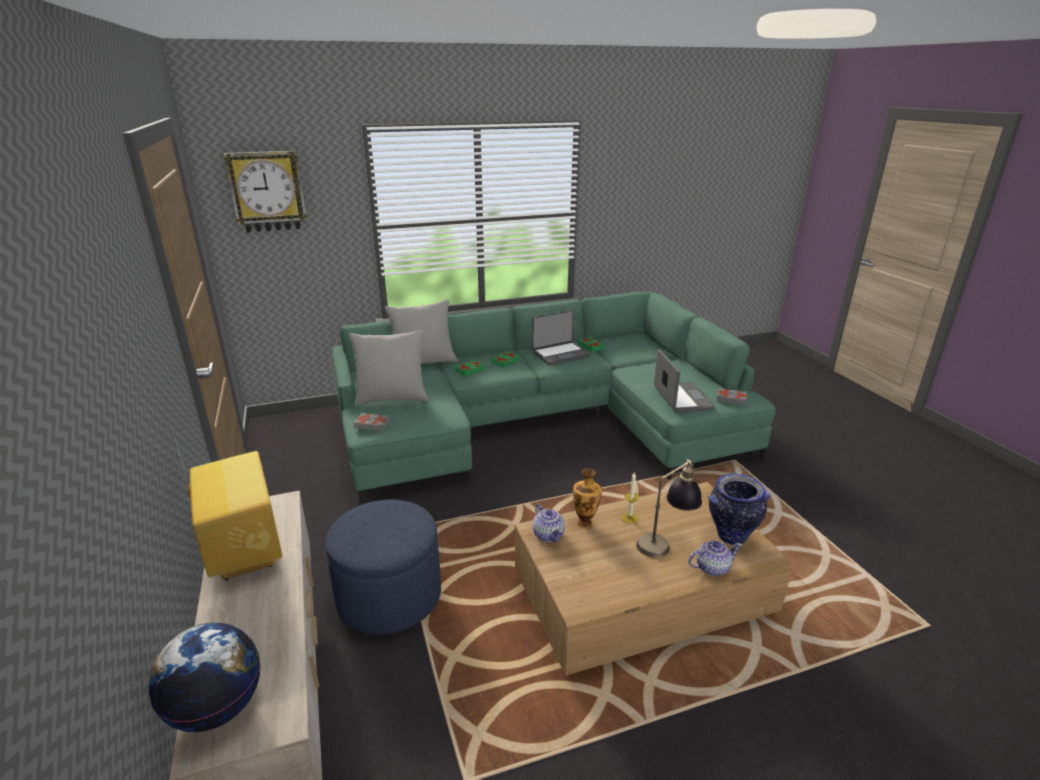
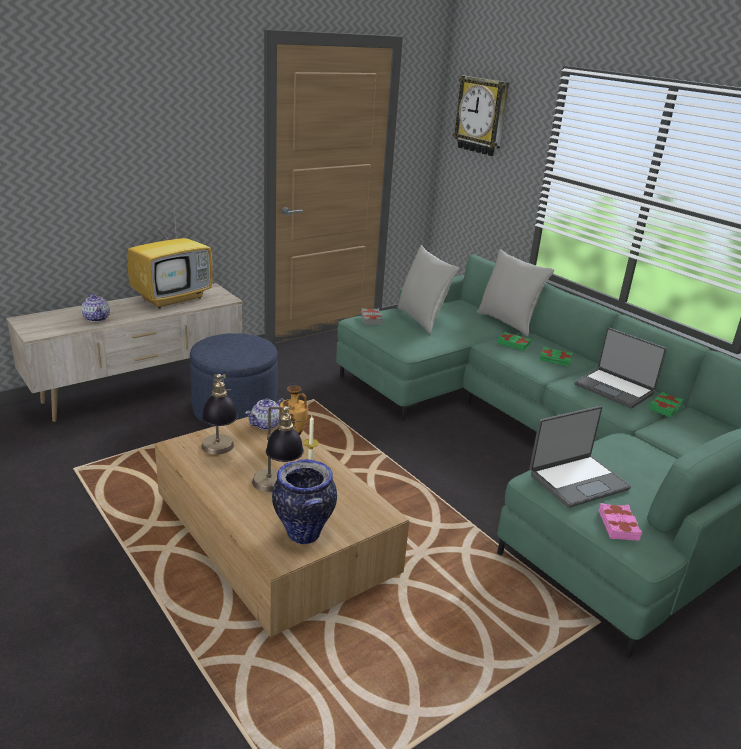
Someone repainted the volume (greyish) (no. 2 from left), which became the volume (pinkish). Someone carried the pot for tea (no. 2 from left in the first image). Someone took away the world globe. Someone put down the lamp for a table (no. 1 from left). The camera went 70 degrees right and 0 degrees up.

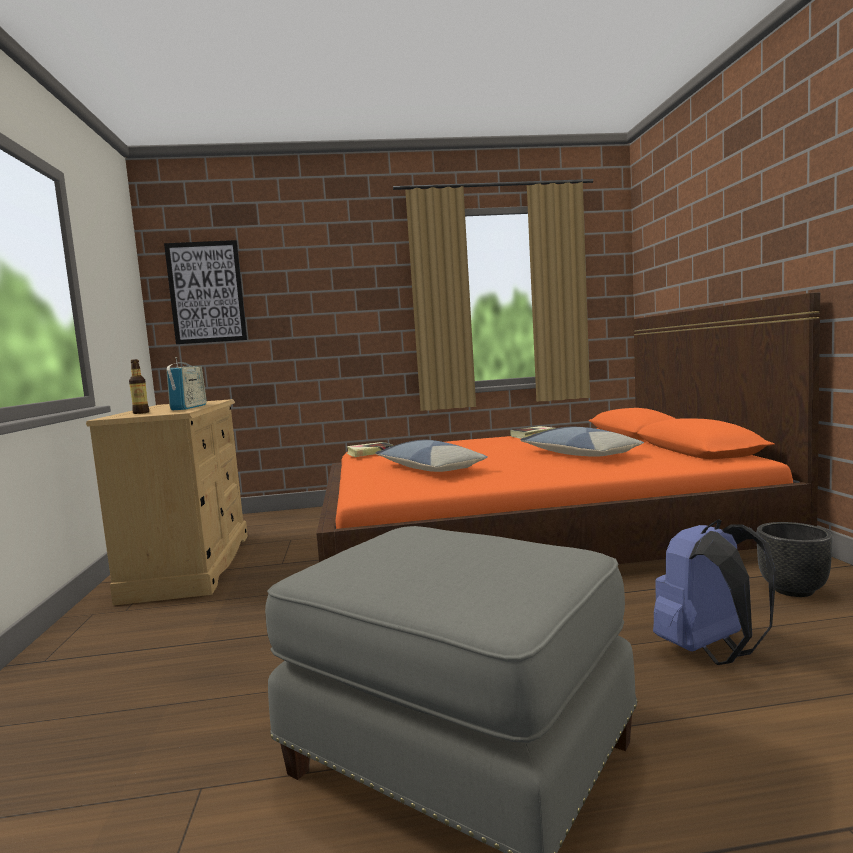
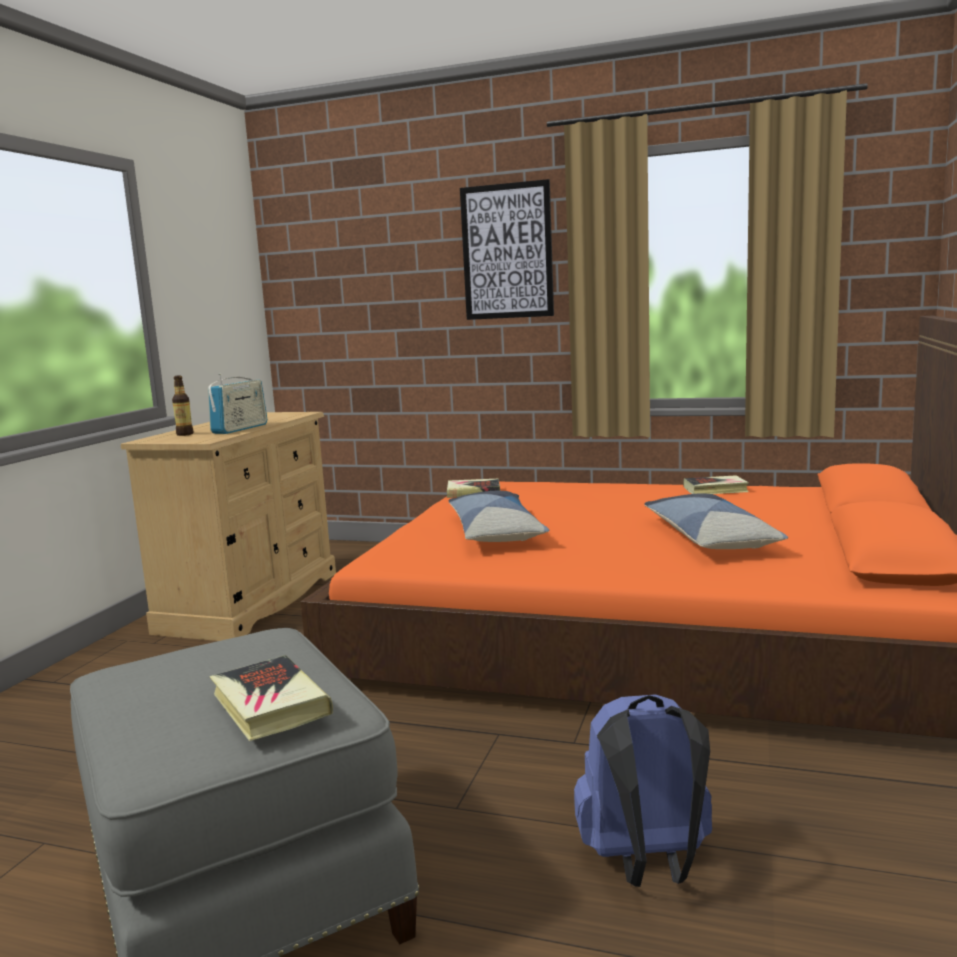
Someone carried the wall art. Someone took away the flower pot (blackish). Someone put down the volume (no. 1 from left). The camera went 25 degrees right and 5 degrees up.

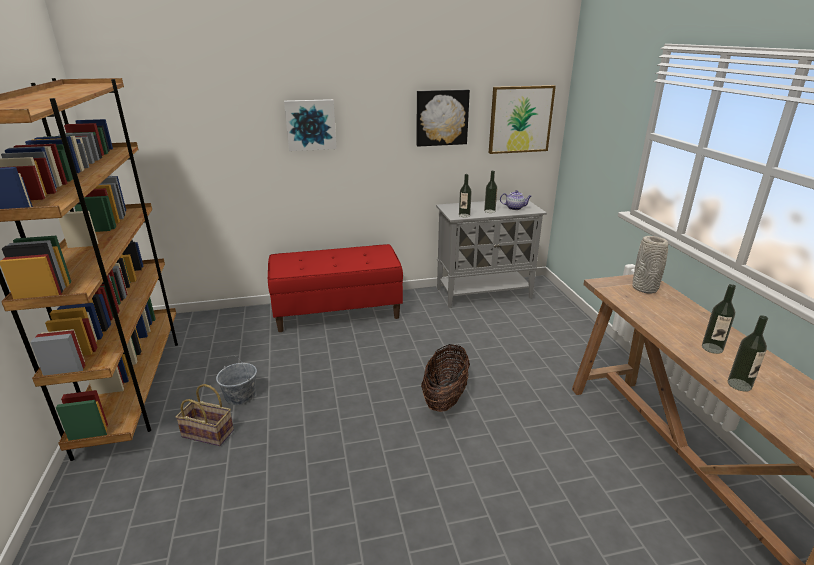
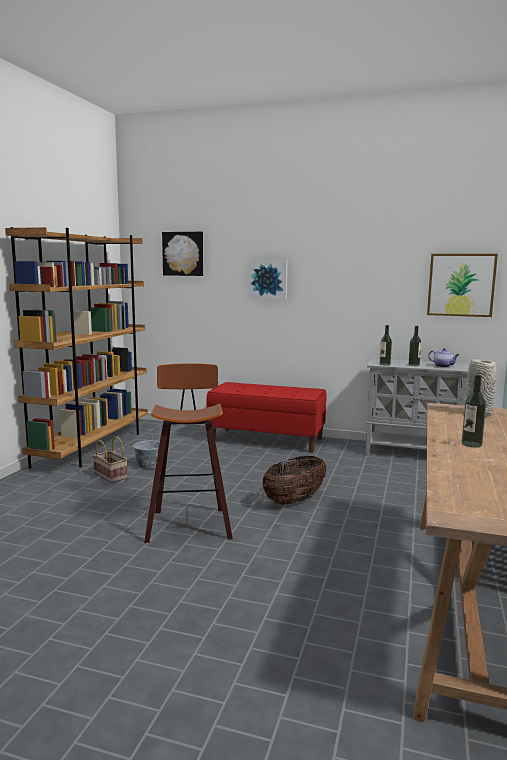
Someone carried the wall art (no. 2 from left in the first image). Someone took away the beverage bottle (no. 4 from left). Someone put down the sitting stool. The camera went 30 degrees right and 15 degrees down.

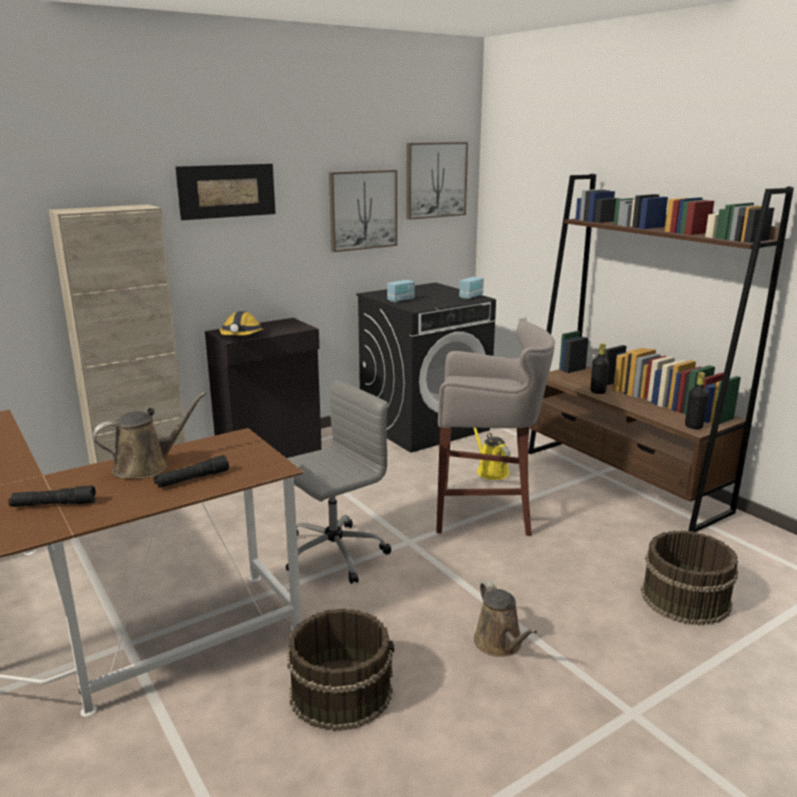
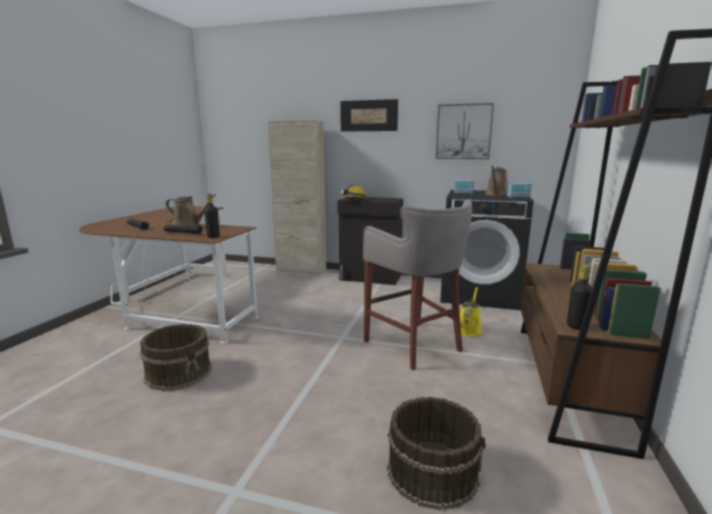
Someone took away the wall art (no. 3 from left). Someone carried the beverage bottle (blackish) (no. 1 from left). Someone took away the desk chair (greyish). Someone carried the watering can (brownish) (no. 2 from left). The camera went 50 degrees right and 5 degrees down.

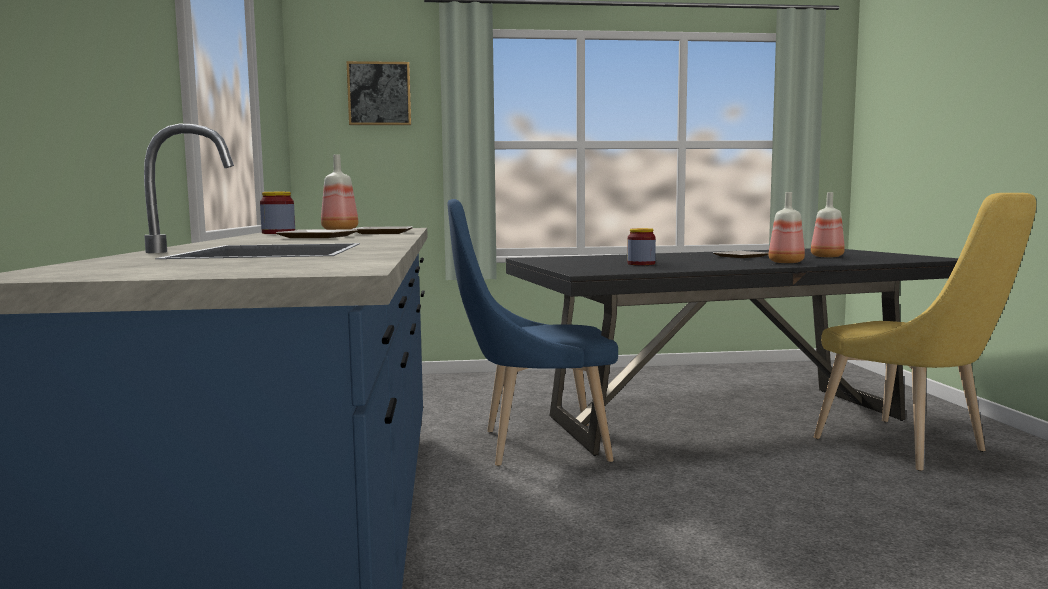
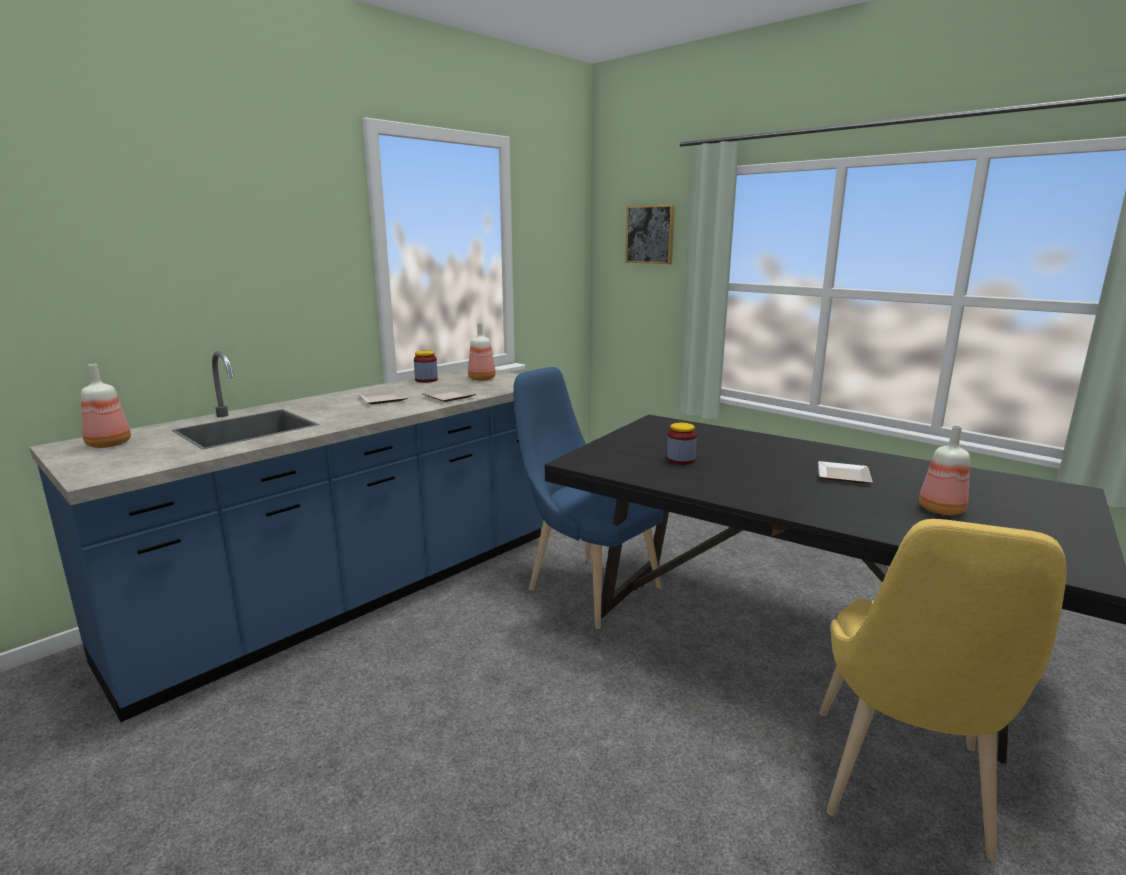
Someone carried the beverage bottle (no. 2 from left in the first image). The camera went 50 degrees right and 10 degrees up.

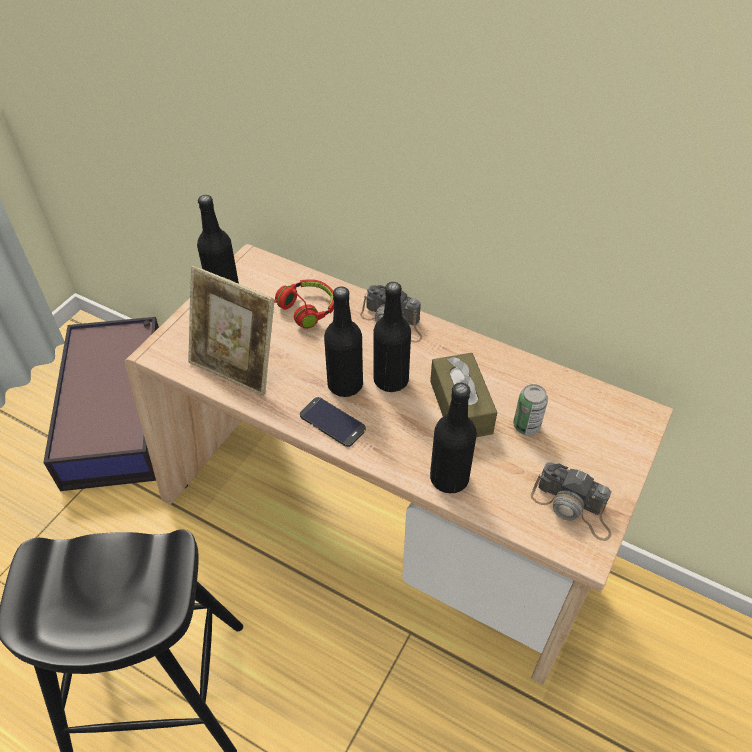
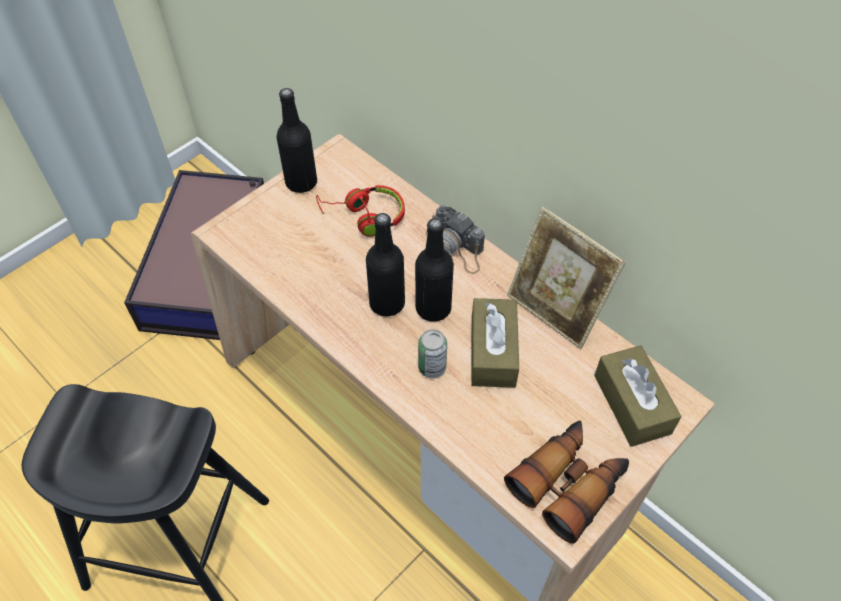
Someone carried the photo frame. Someone took away the beverage bottle (blackish) (no. 4 from left). Someone carried the can. Someone took away the phone. Someone swapped the photo camera (no. 2 from left) for the field glasses. Someone put down the tissue holder (brownish) (no. 2 from left). The camera went 15 degrees right and 5 degrees up.

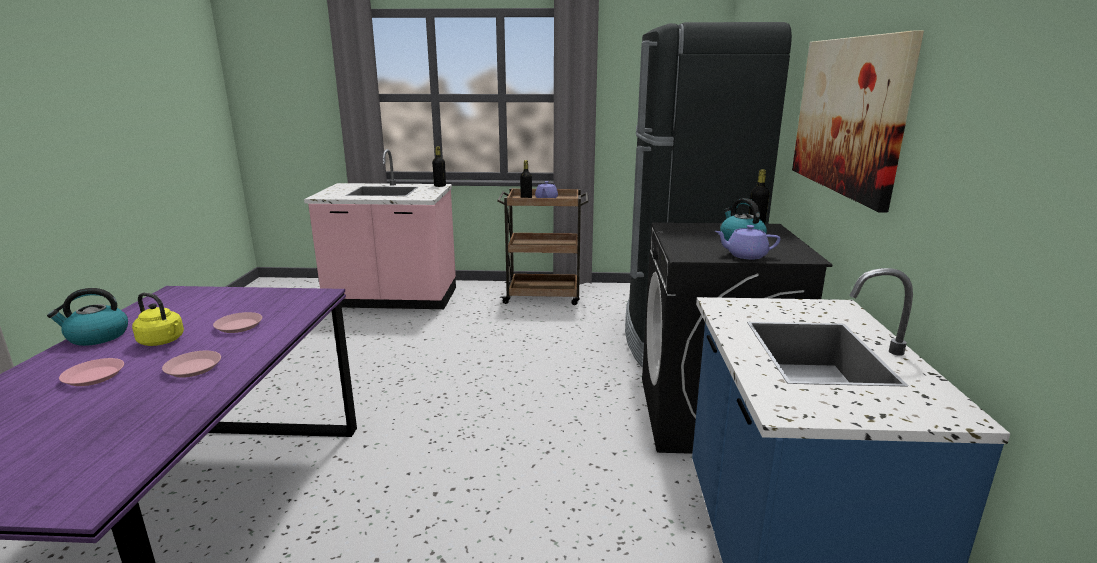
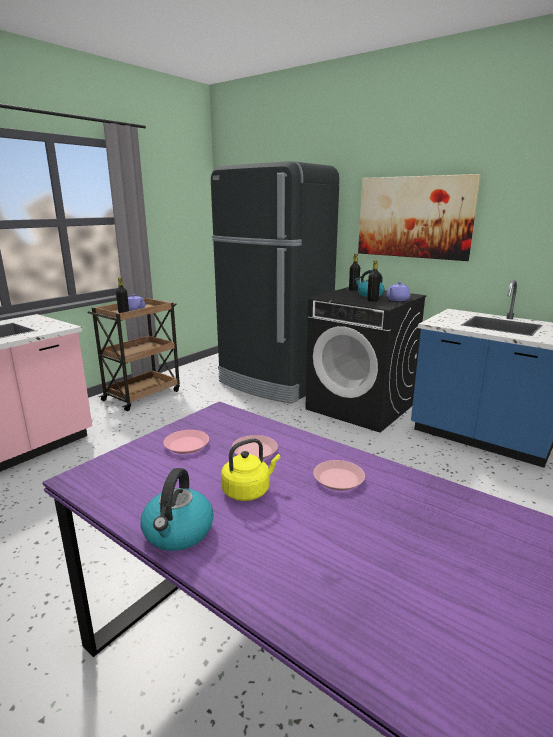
Someone carried the beverage bottle (blackish) (no. 1 from left in the first image). Someone carried the flat dish (pinkish) (no. 1 from left). The camera went 55 degrees left and 0 degrees up.

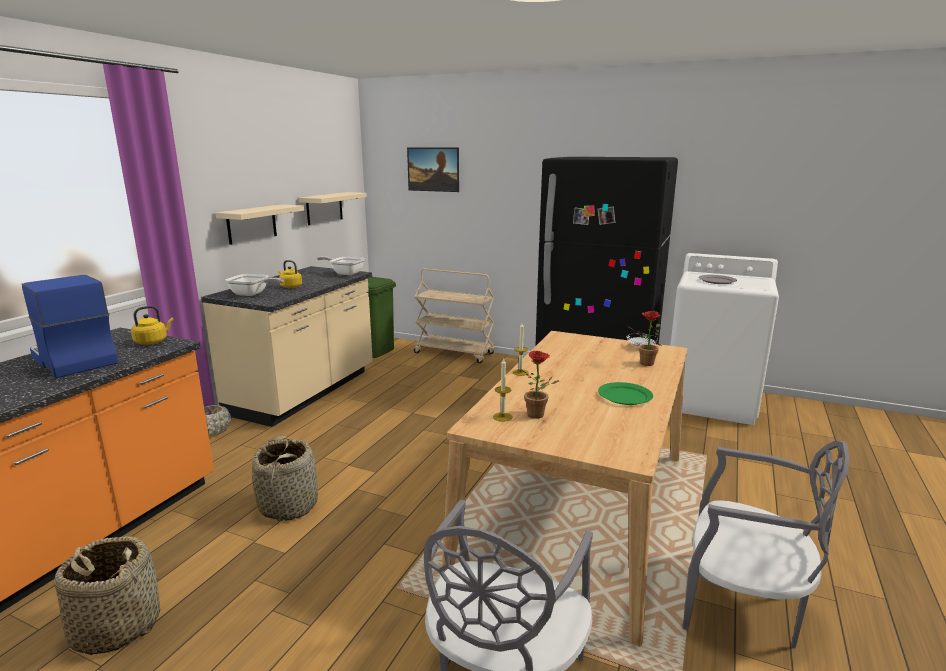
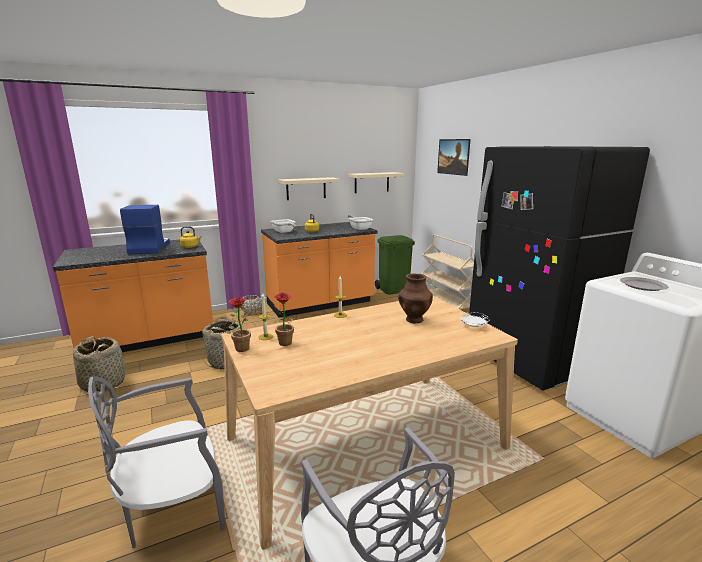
Someone repainted the kitchen counter (beige-coloured), which became the kitchen counter (orange-coloured) (no. 2 from left). Someone carried the plant in a pot (no. 2 from left in the first image). Someone took away the flat dish (green-coloured). Someone put down the vase (brownish). The camera went 40 degrees right and 0 degrees up.

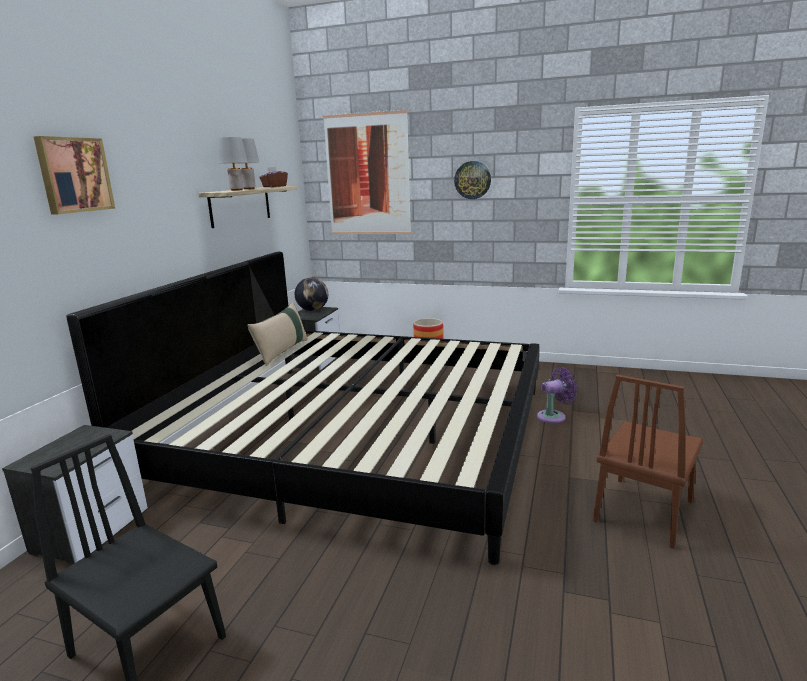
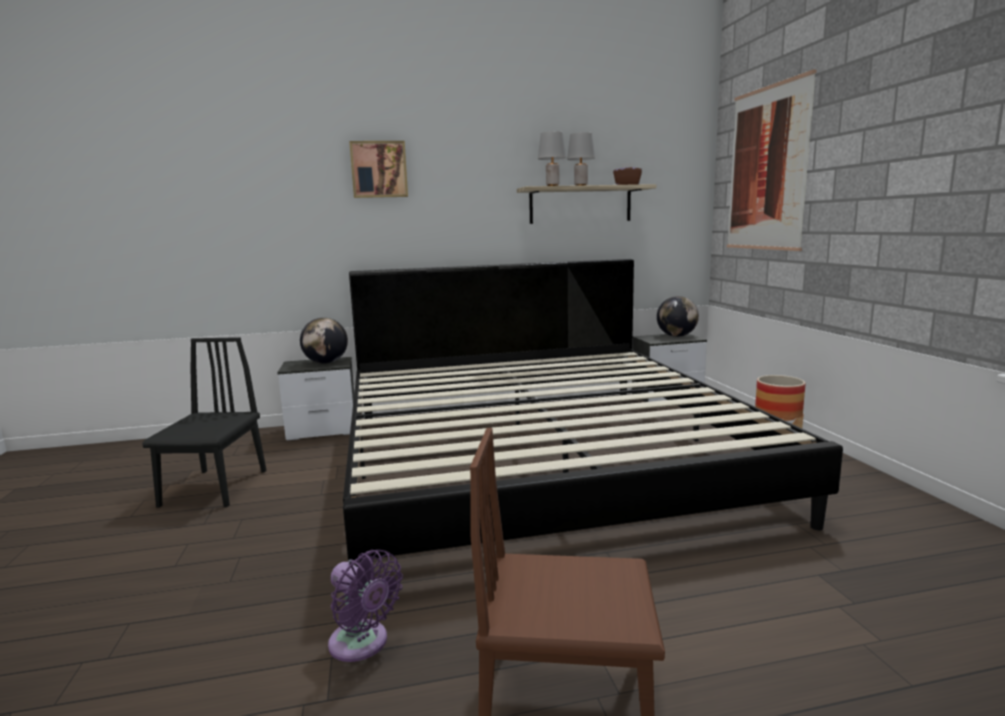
Someone took away the clock on the wall. Someone took away the pillow (beige-coloured). Someone carried the electric fan (purple). Someone put down the world globe (no. 1 from left). The camera went 60 degrees right and 5 degrees down.

